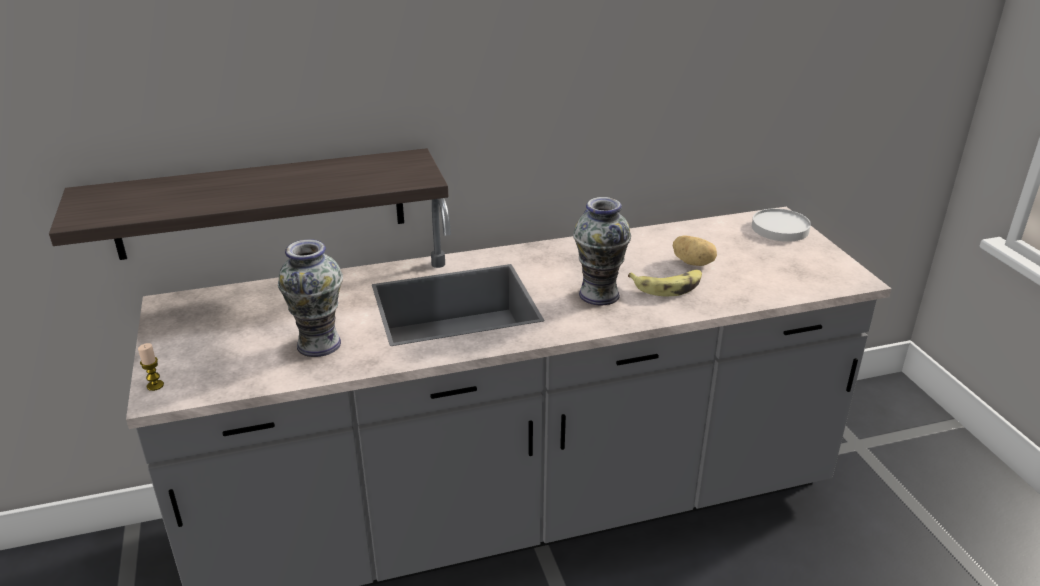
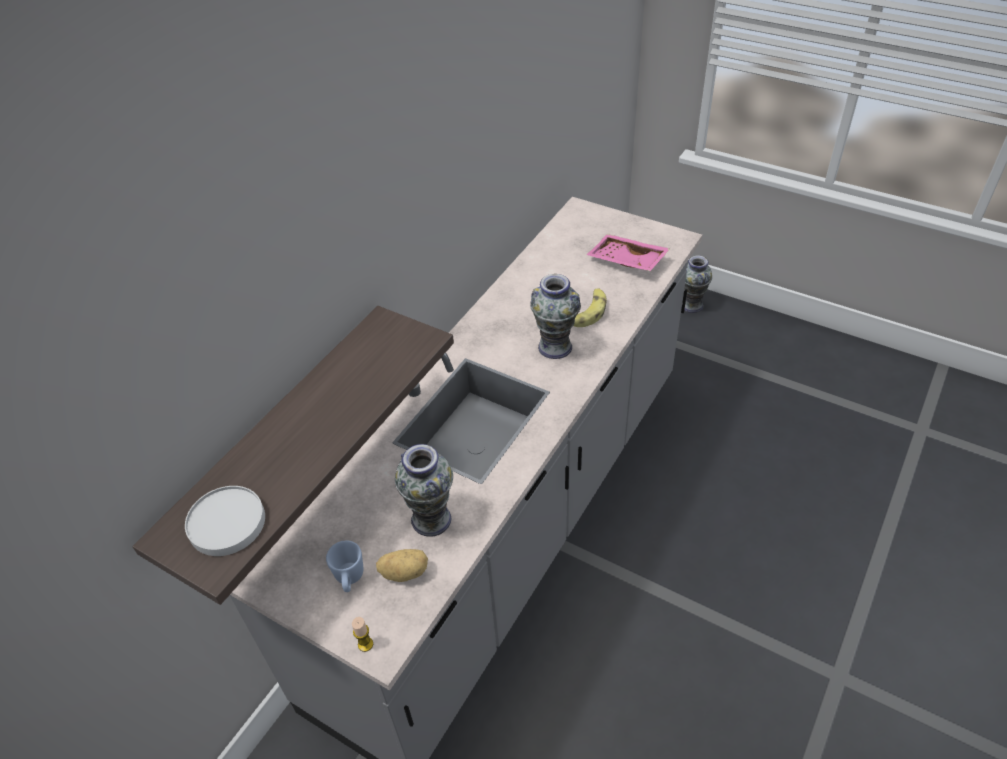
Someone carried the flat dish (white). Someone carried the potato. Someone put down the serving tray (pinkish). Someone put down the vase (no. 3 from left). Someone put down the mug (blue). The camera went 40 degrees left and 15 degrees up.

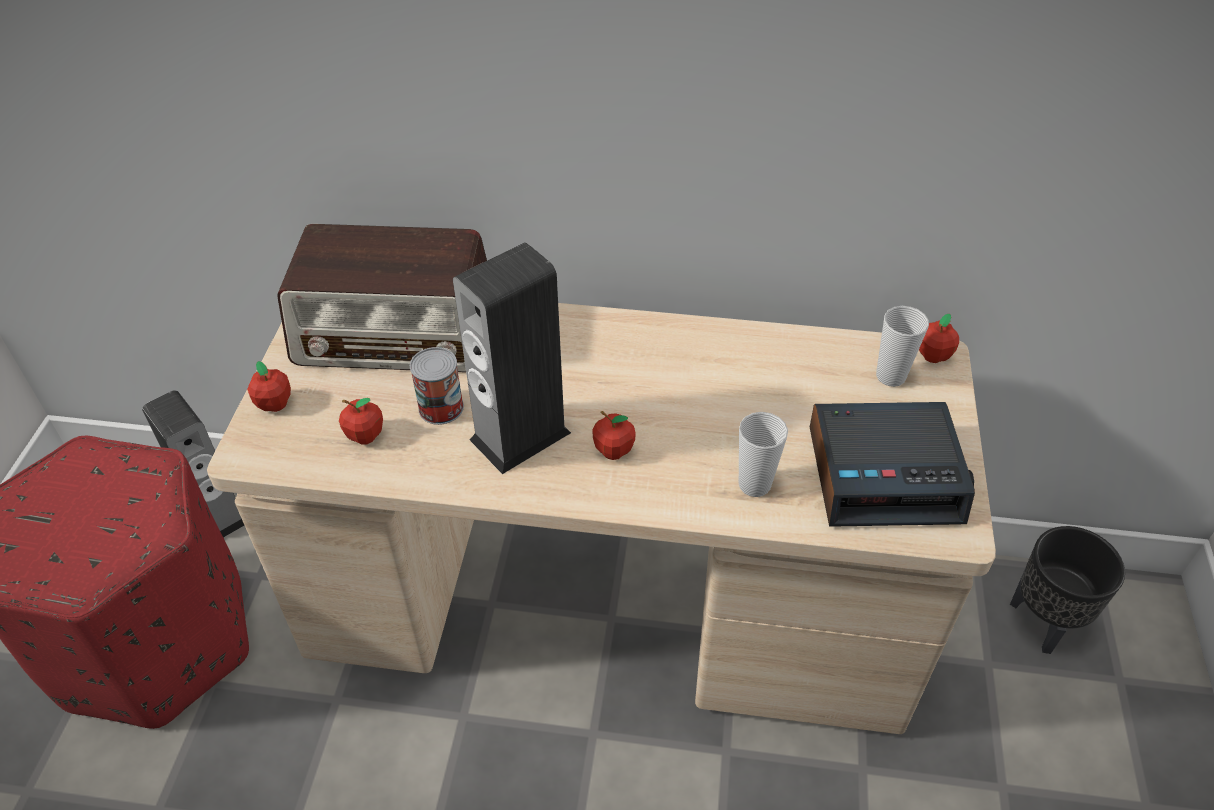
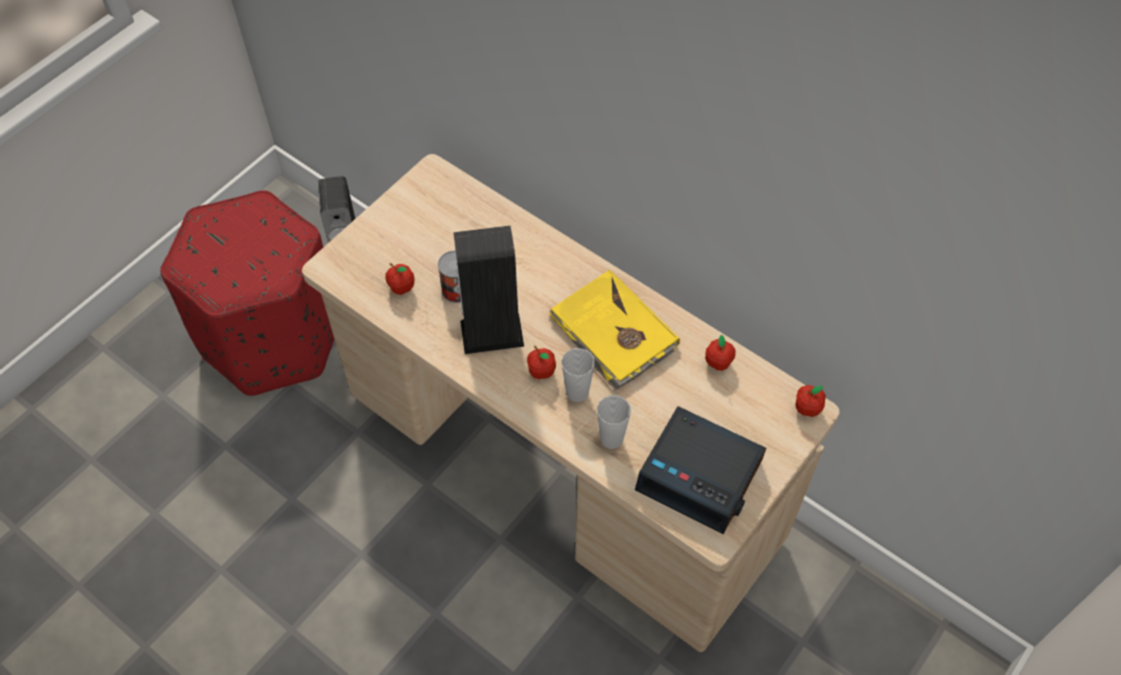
Someone took away the radio. Someone carried the drinking cup (no. 2 from left in the first image). Someone carried the whole apple (no. 1 from left in the first image). Someone took away the flower pot (blackish). Someone put down the volume (yellowish). The camera went 30 degrees right and 10 degrees up.

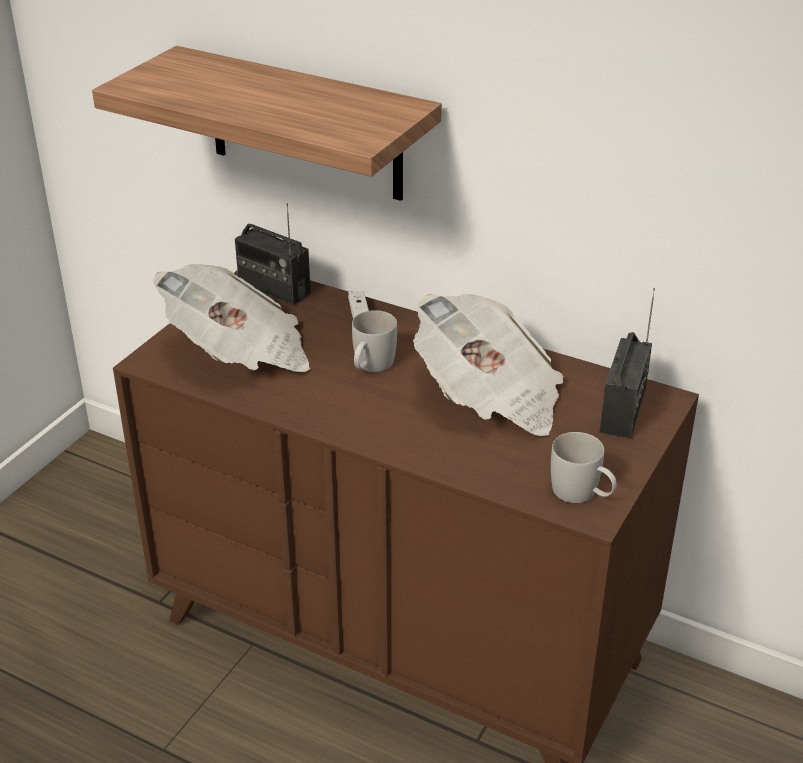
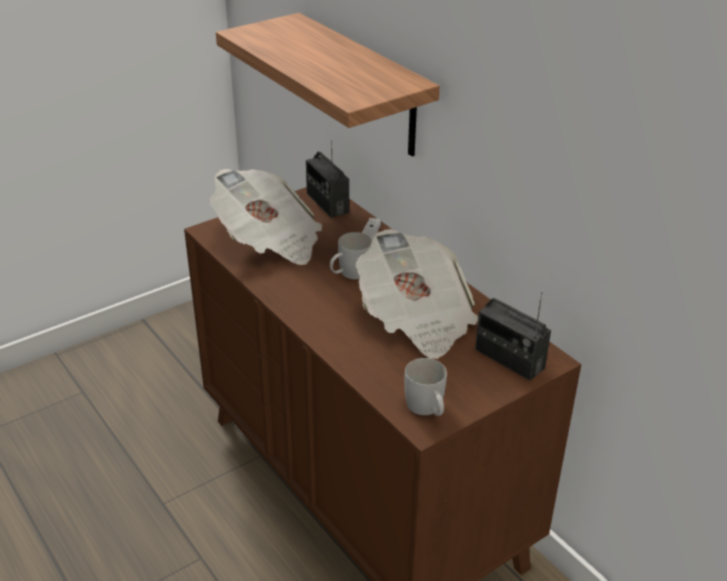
Someone rotated the radio (no. 2 from left) by 90 degrees clockwise. The camera went 25 degrees right and 0 degrees up.

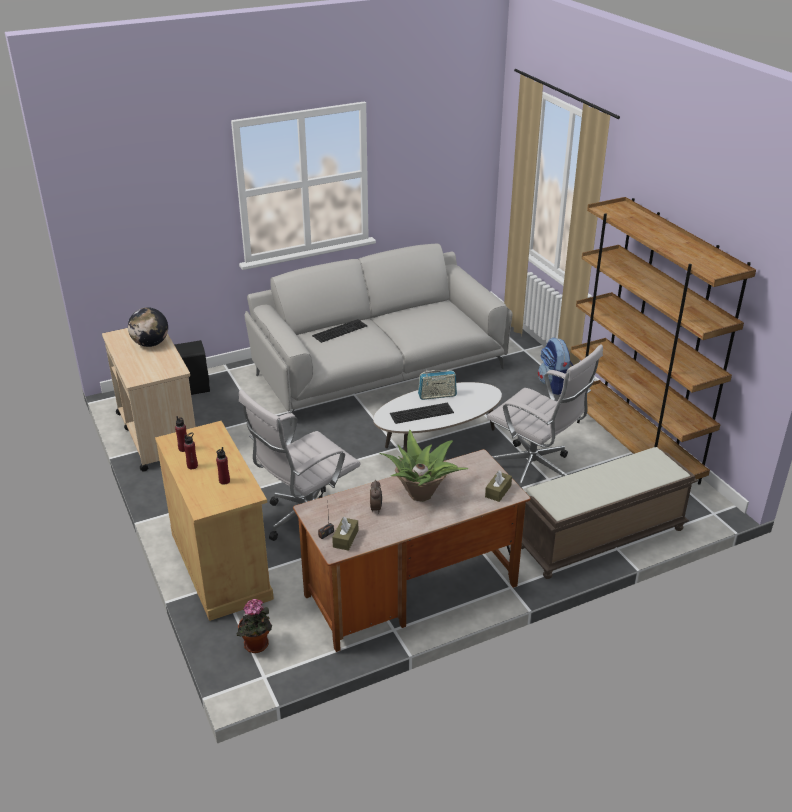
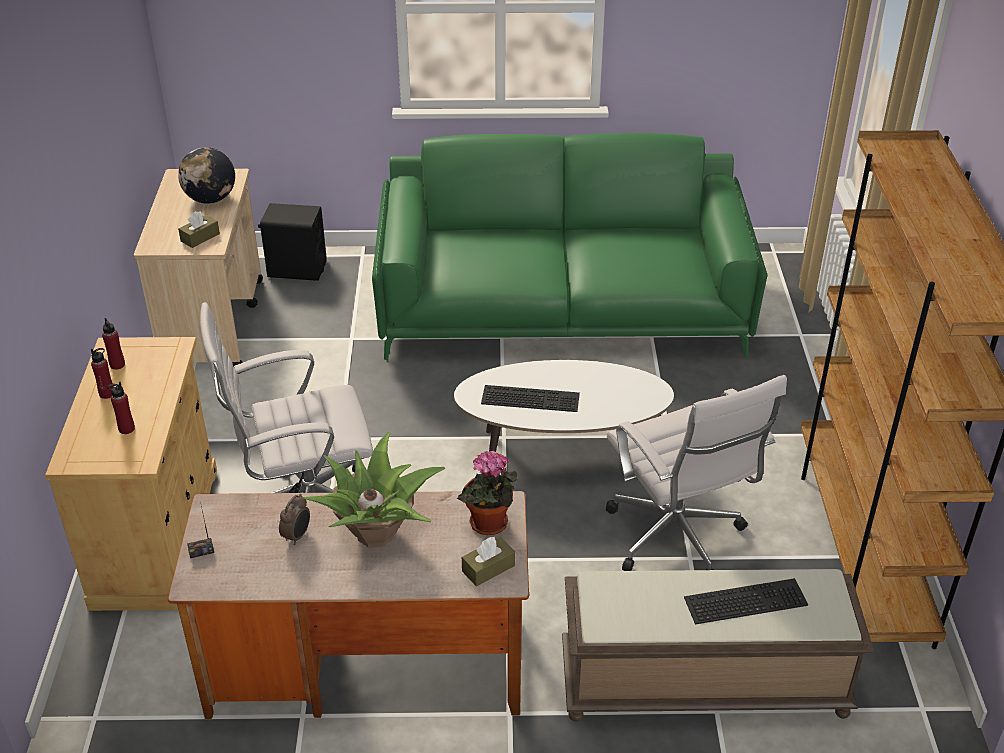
Someone repainted the settee (greyish), which became the settee (green-coloured). Someone carried the PC keyboard (no. 1 from left in the first image). Someone took away the knapsack. Someone took away the radio (no. 2 from left). Someone carried the tissue holder (brownish) (no. 1 from left). Someone carried the plant in a pot (no. 1 from left in the first image). The camera went 25 degrees right and 5 degrees up.

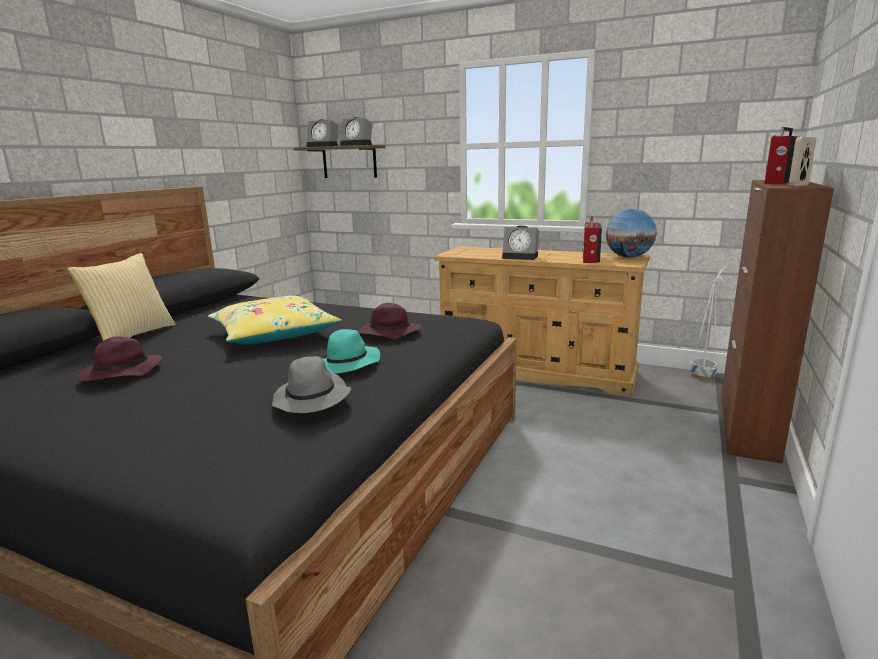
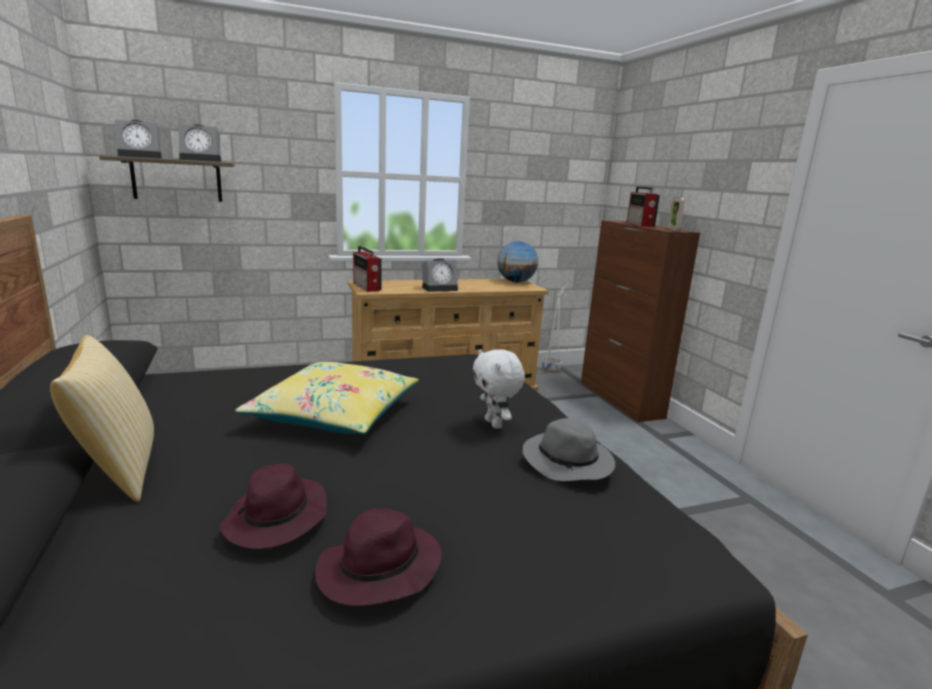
Someone carried the radio (no. 1 from left). Someone carried the wearable hat (purple) (no. 2 from left). Someone swapped the wearable hat (blue-green) for the plush toy (white). The camera went 45 degrees left and 0 degrees up.

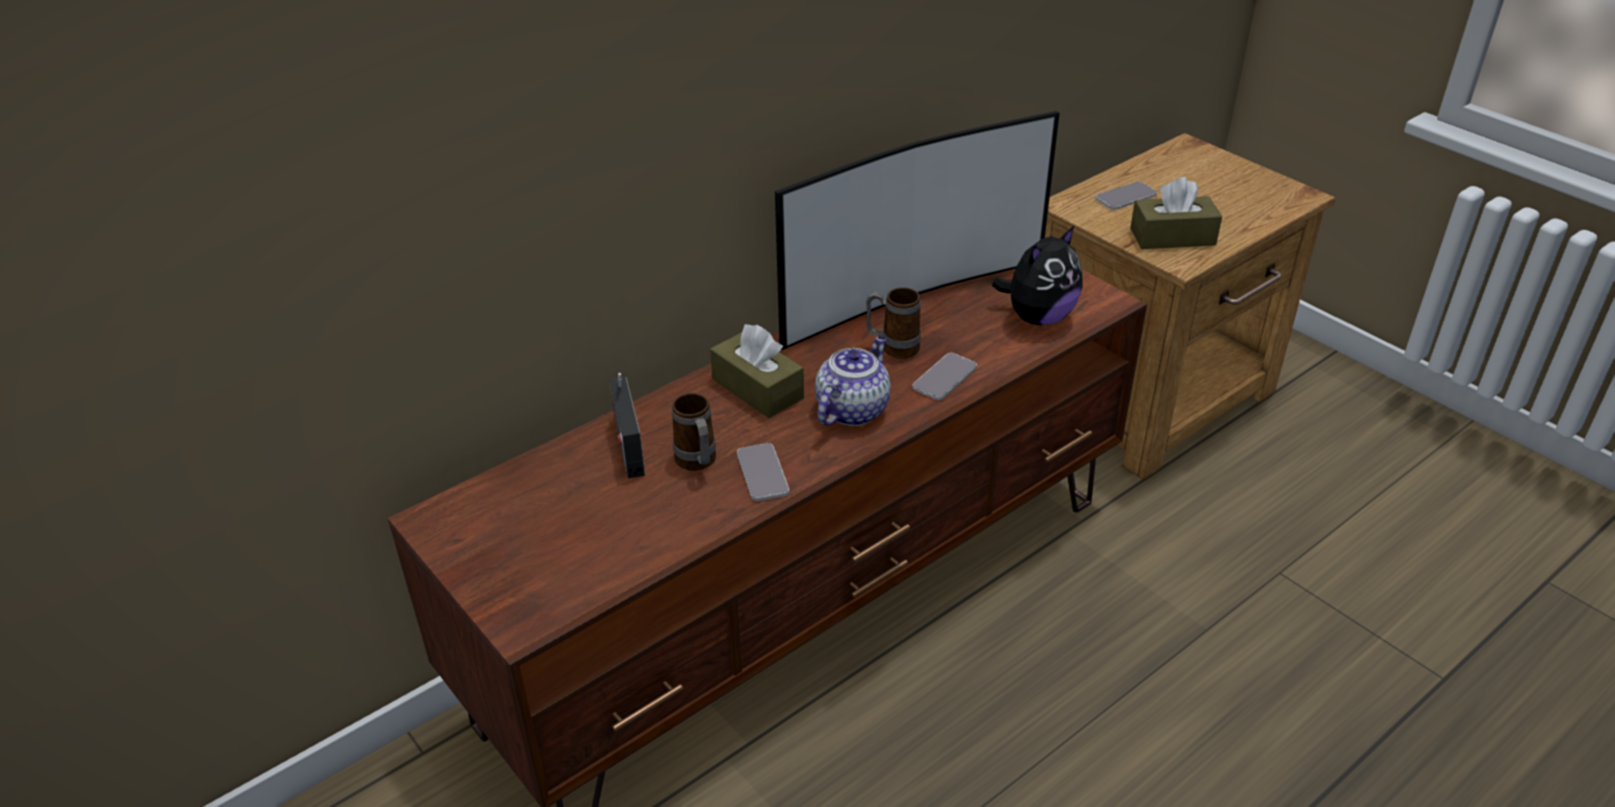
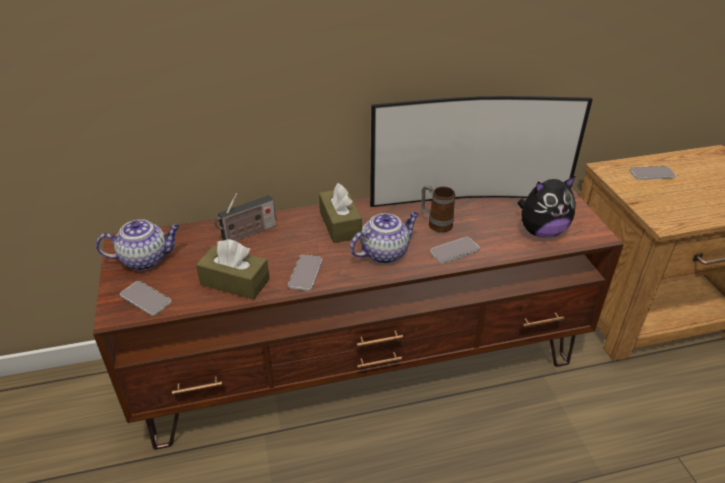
Someone carried the tissue holder (brownish) (no. 2 from left in the first image). Someone rotated the radio by 135 degrees counterclockwise. Someone took away the mug (no. 1 from left). Someone put down the pot for tea (no. 1 from left). Someone put down the phone (no. 1 from left). The camera went 25 degrees right and 0 degrees up.

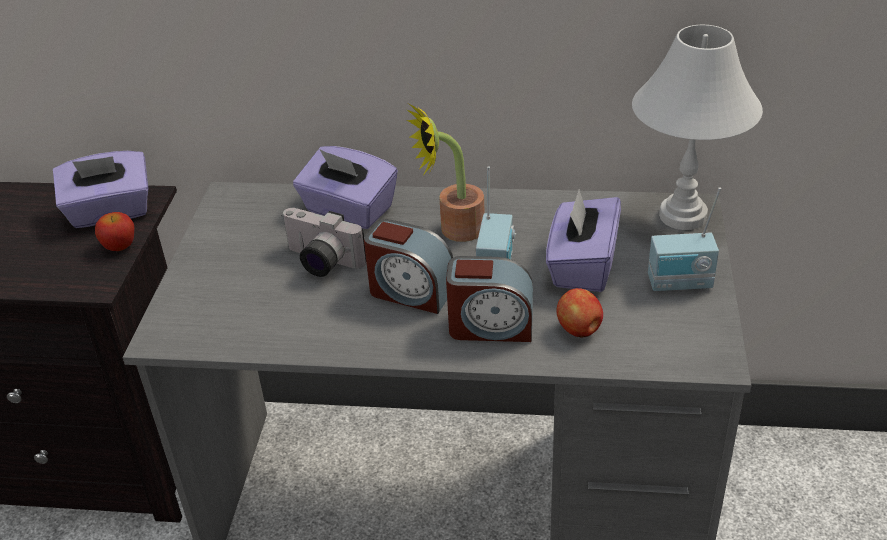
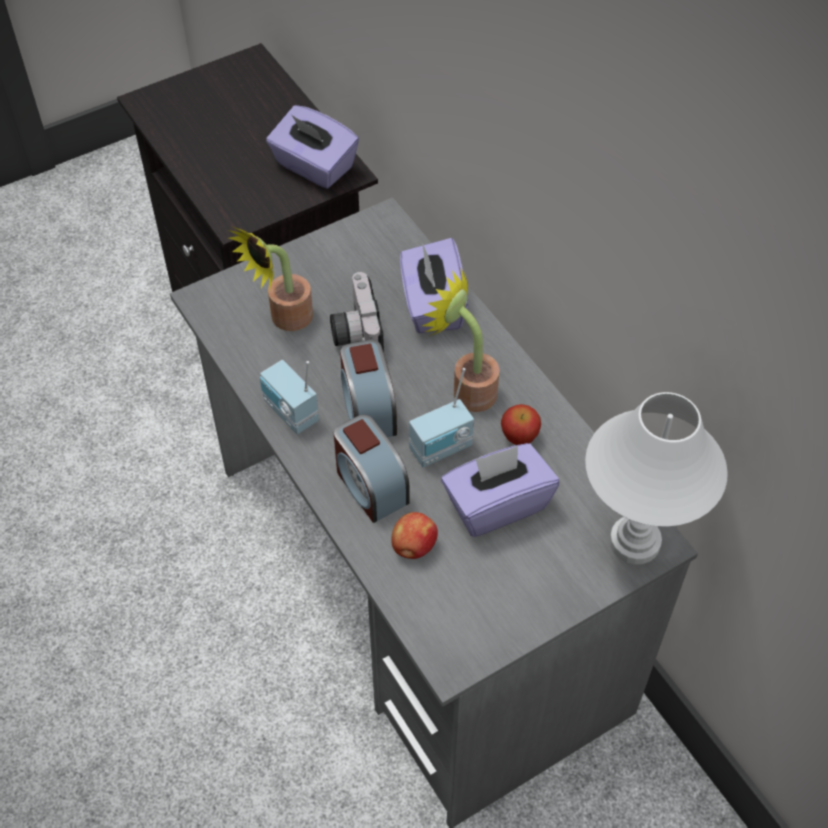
Someone carried the radio (no. 2 from left in the first image). Someone carried the whole apple (no. 1 from left in the first image). Someone put down the plant in a pot (no. 1 from left). The camera went 50 degrees right and 15 degrees up.

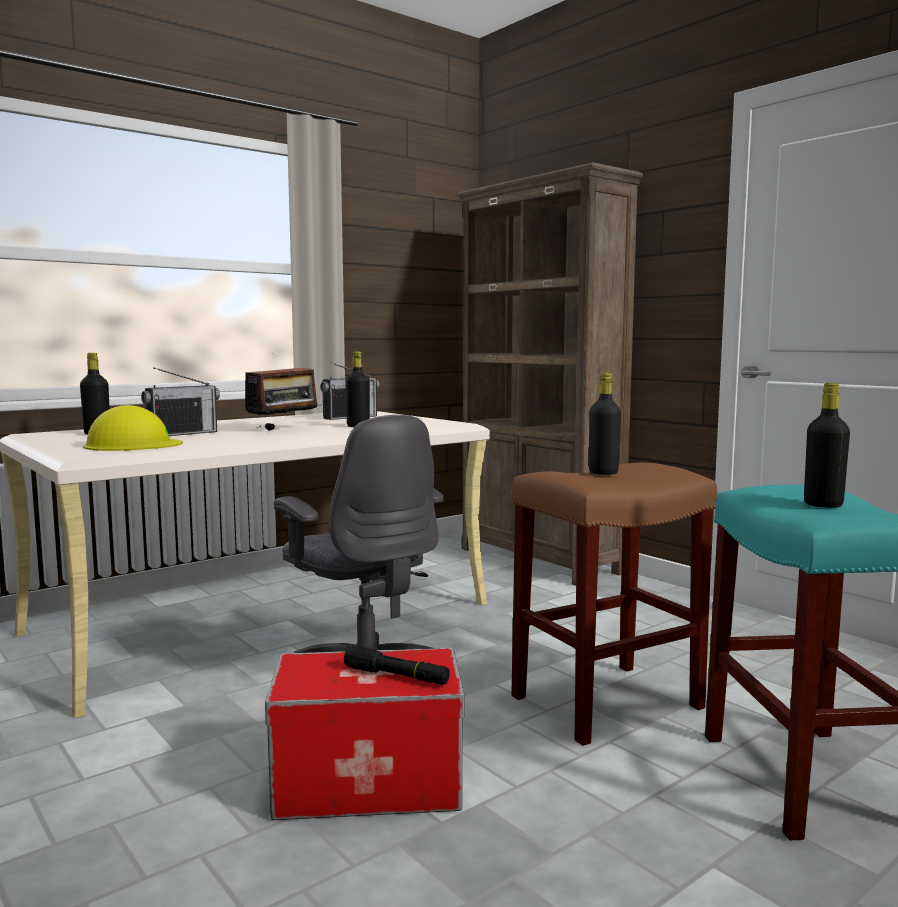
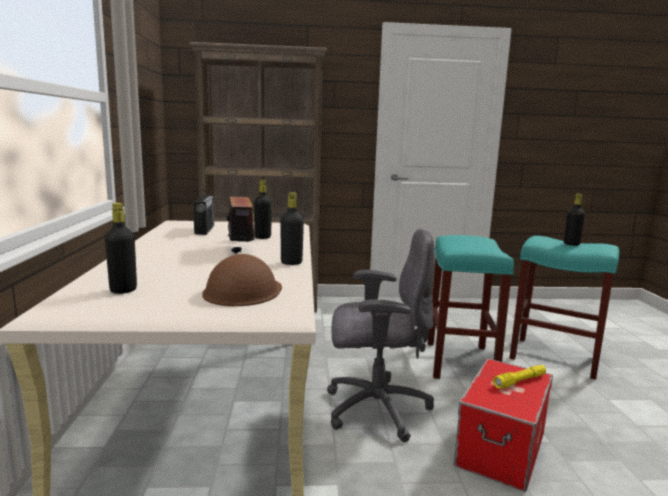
Someone took away the radio (no. 1 from left). Someone carried the beverage bottle (blackish) (no. 3 from left). Someone repainted the safety helmet (yellowish), which became the safety helmet (brownish). Someone repainted the sitting stool (brownish), which became the sitting stool (blue-green) (no. 1 from left). Someone repainted the flashlight (blackish), which became the flashlight (yellowish). The camera went 55 degrees left and 5 degrees up.

